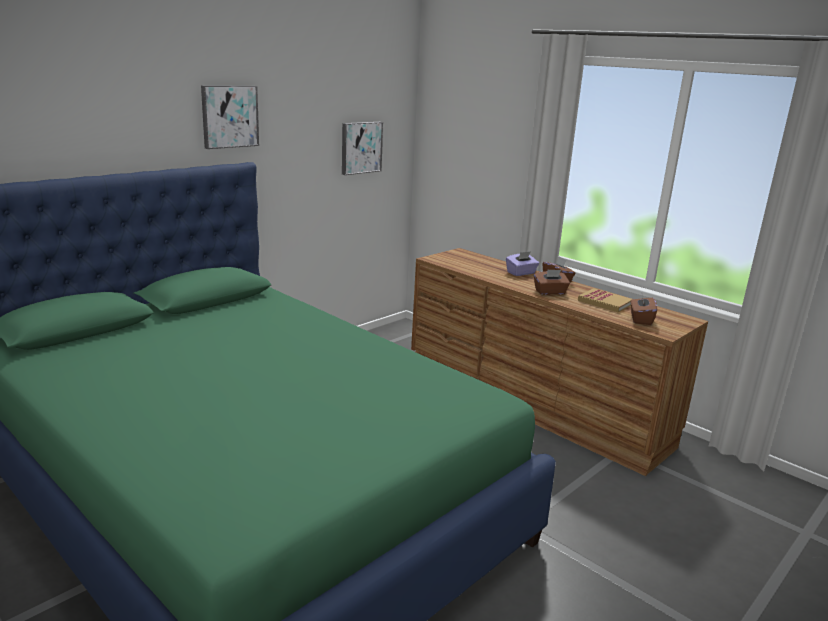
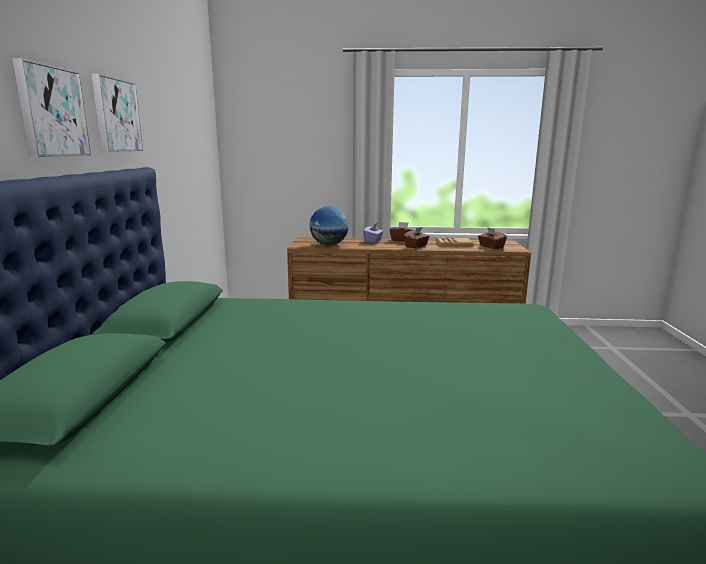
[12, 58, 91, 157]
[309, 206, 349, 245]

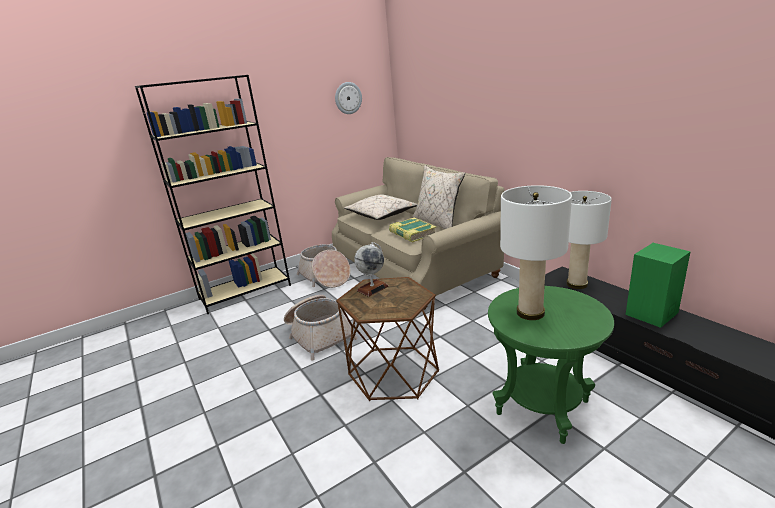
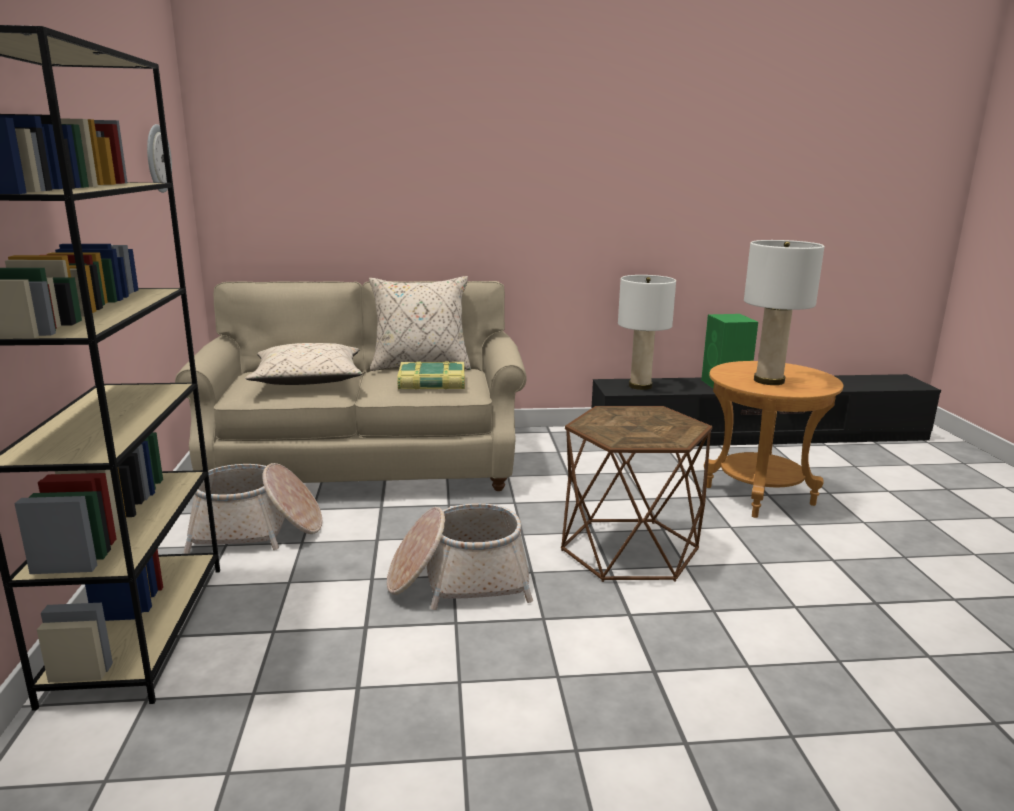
[704, 361, 843, 518]
[354, 242, 388, 297] (first image)

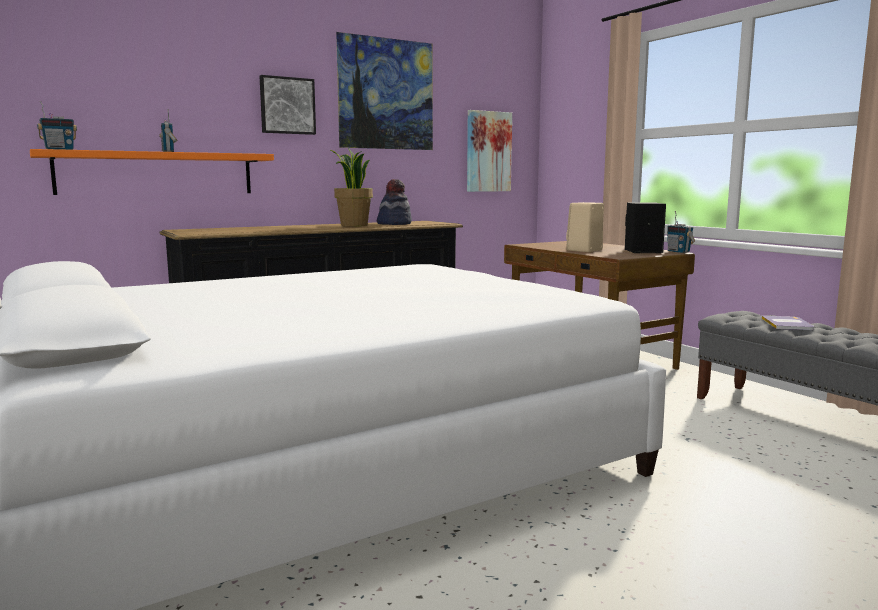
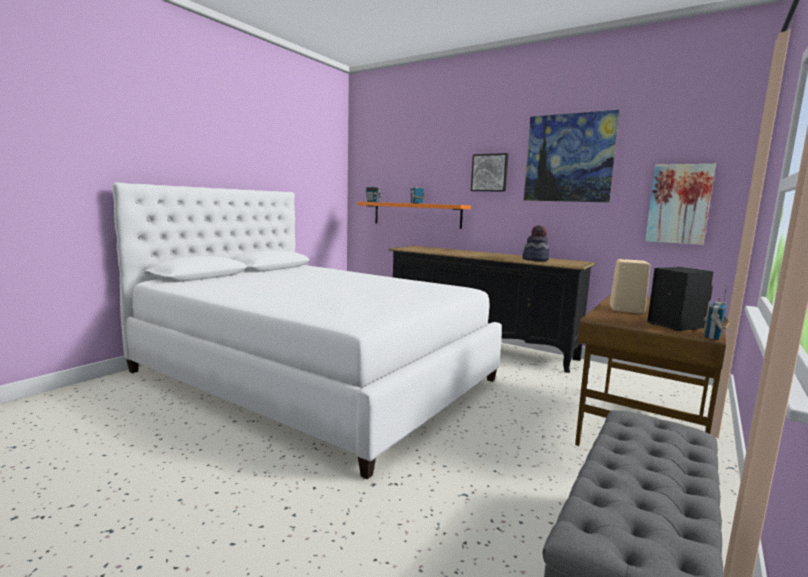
[331, 148, 373, 226] (first image)
[762, 316, 814, 330] (first image)

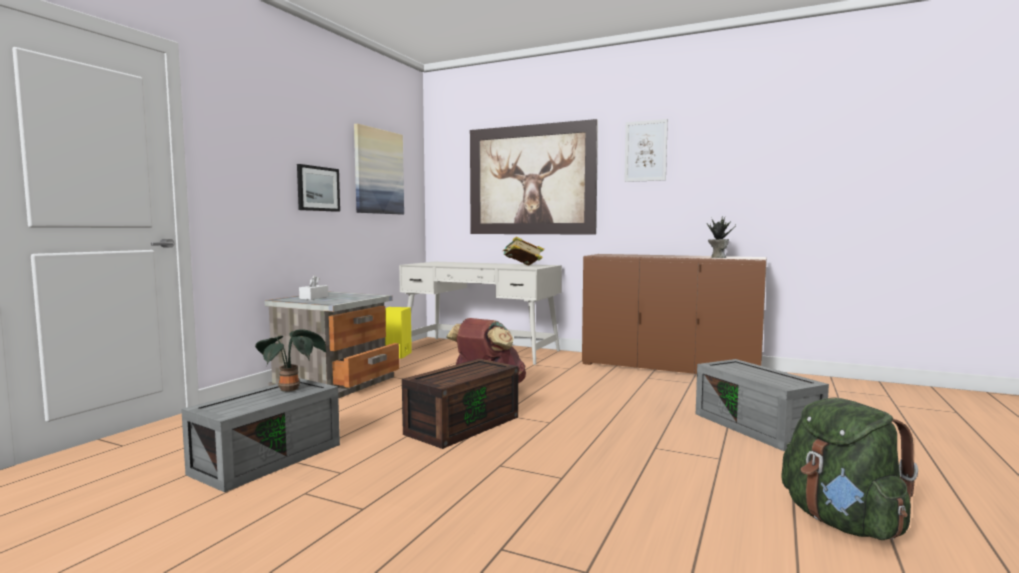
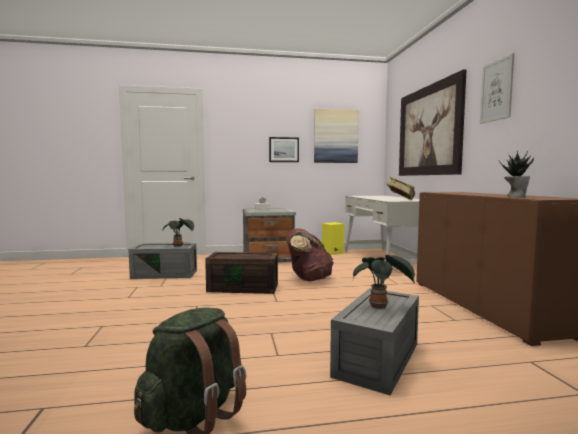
[353, 255, 415, 309]

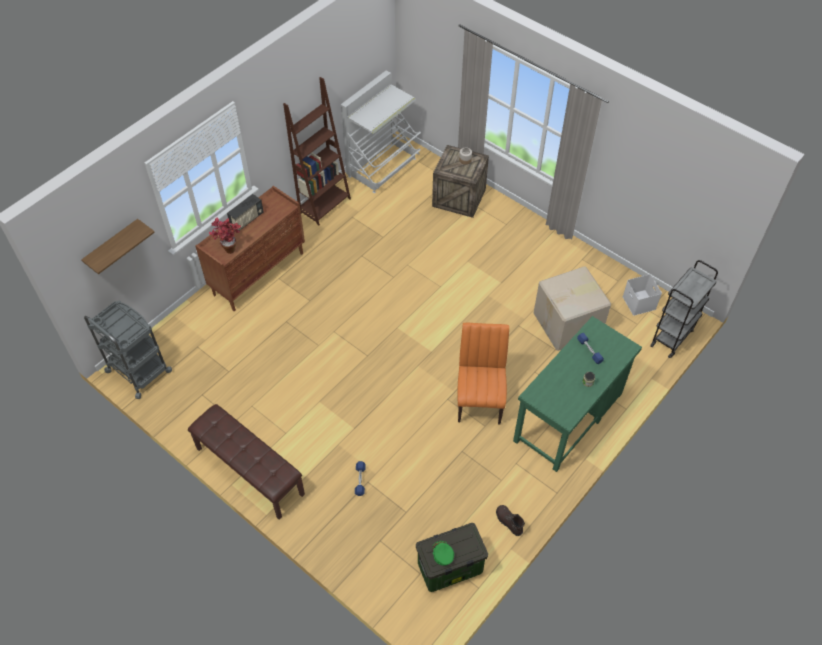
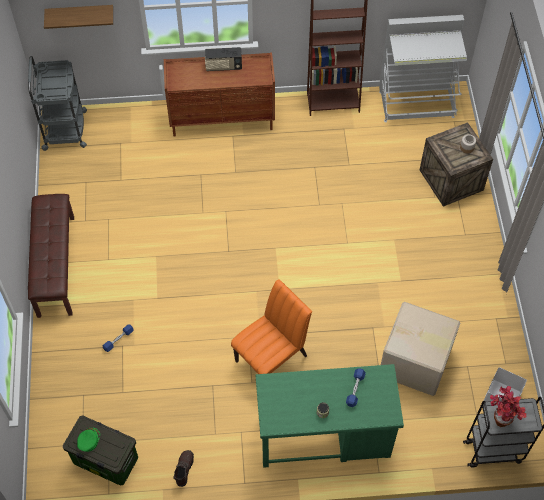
[490, 386, 526, 427]

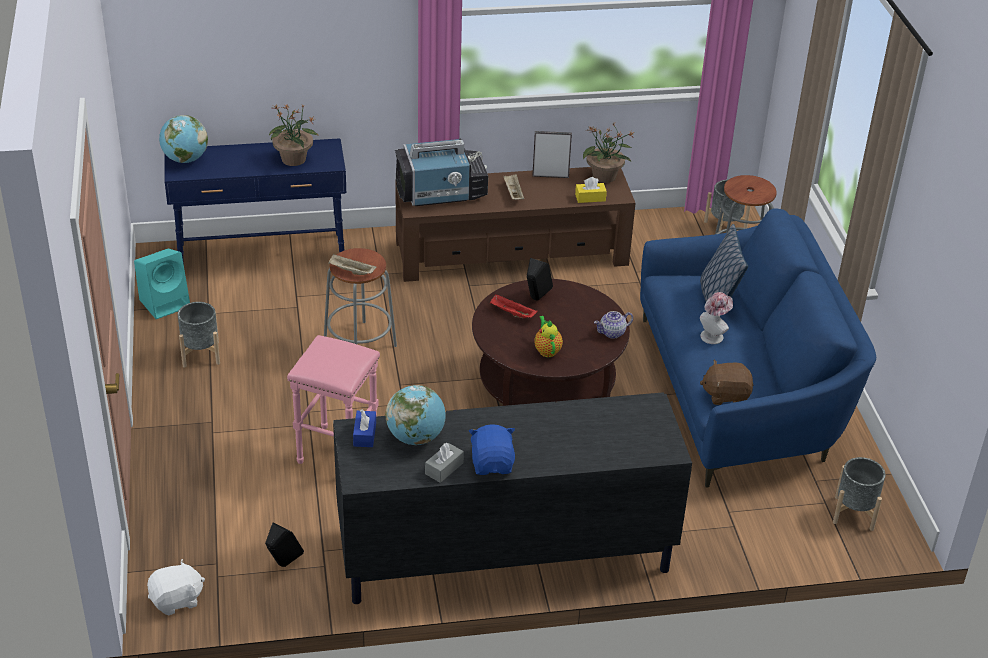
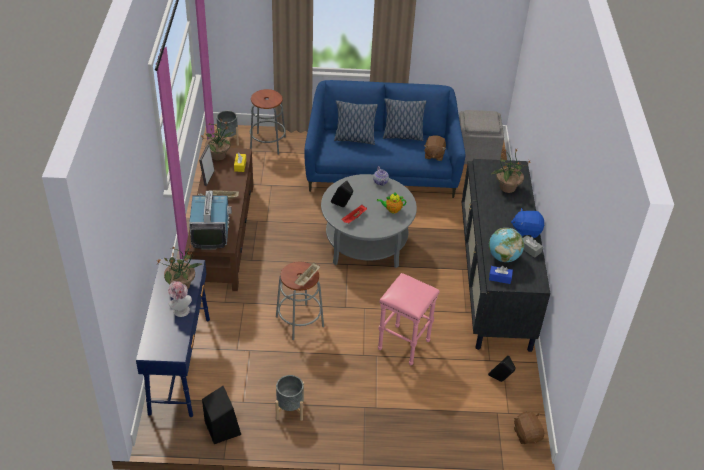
[168, 281, 192, 317]
[202, 386, 241, 444]
[321, 174, 417, 268]
[383, 98, 426, 141]
[459, 110, 504, 164]
[492, 150, 530, 193]
[514, 412, 544, 444]
[159, 115, 208, 163] (first image)

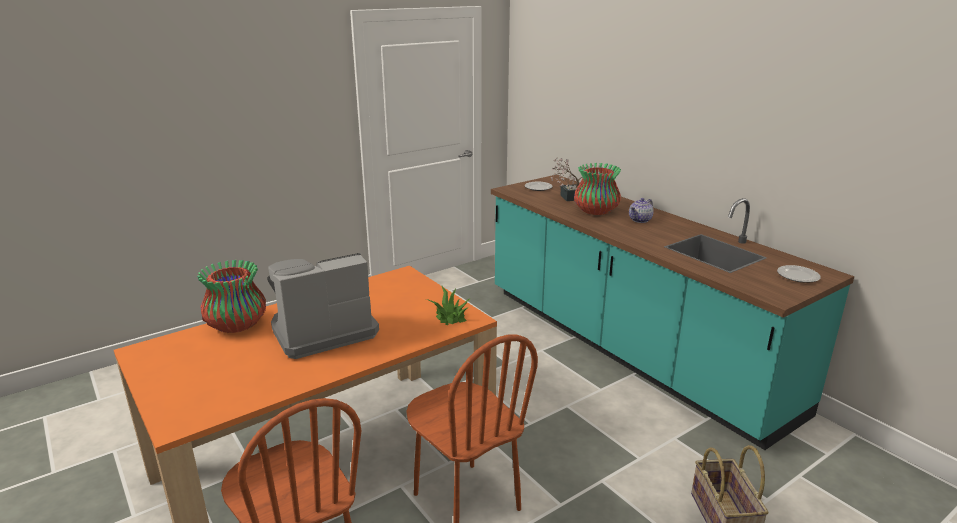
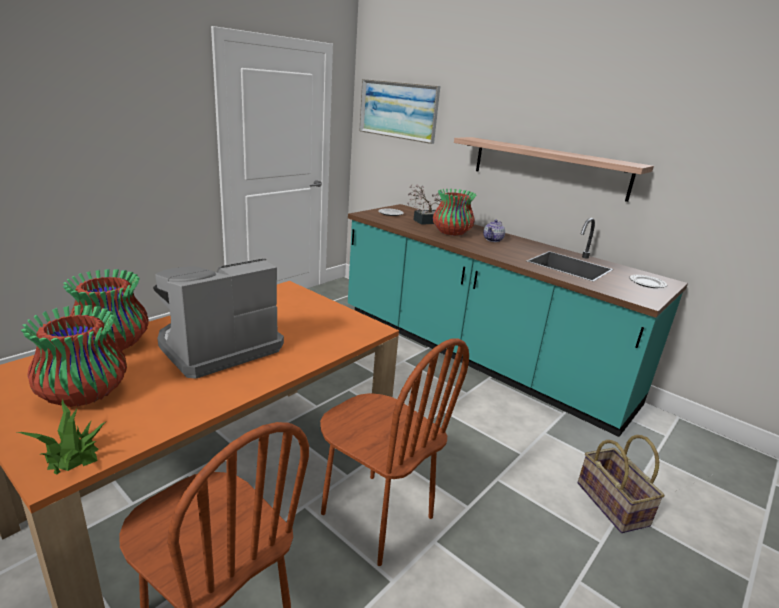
[17, 399, 105, 474]
[21, 305, 127, 407]
[359, 79, 440, 144]
[454, 137, 654, 202]

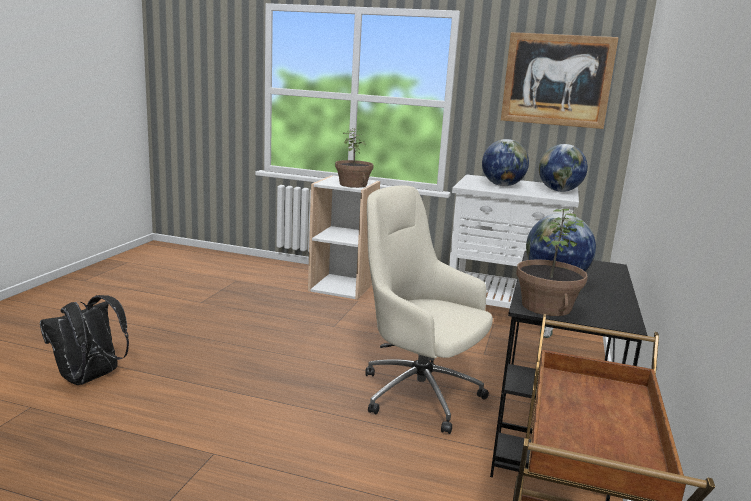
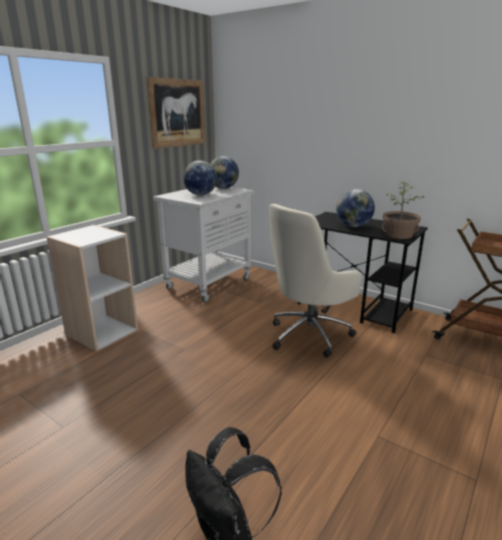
[335, 128, 373, 188] (first image)

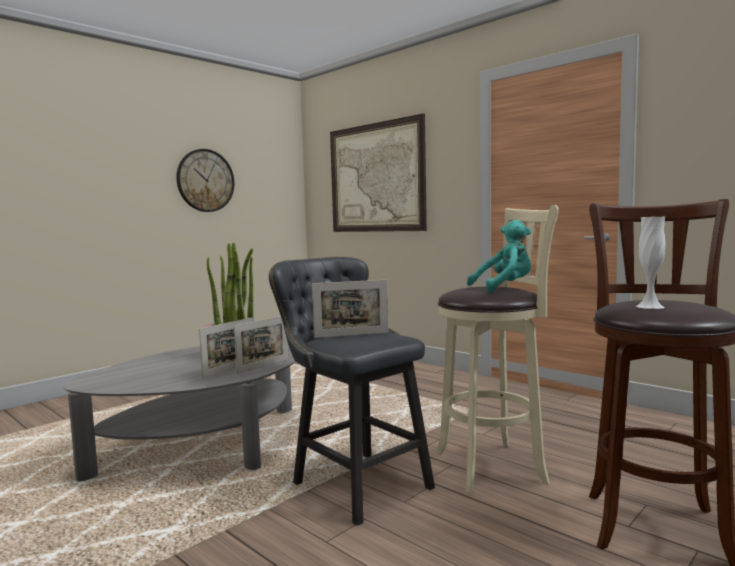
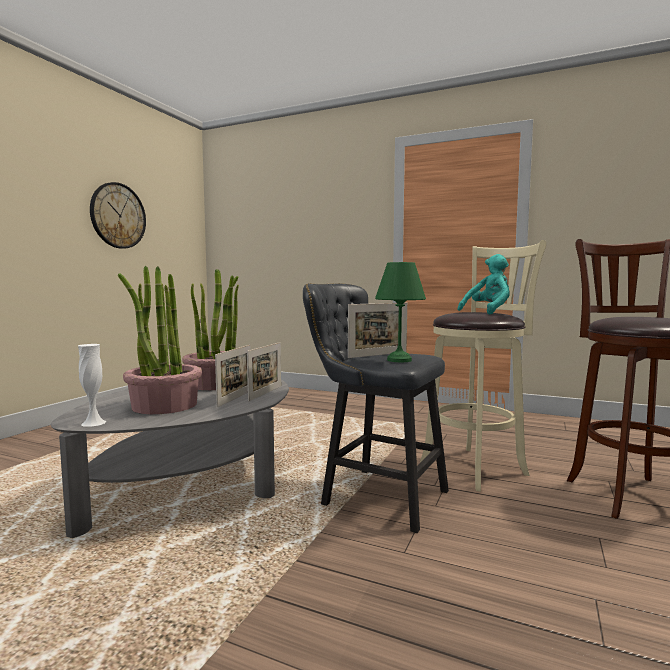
[78, 344, 106, 427]
[118, 266, 202, 414]
[375, 262, 426, 362]
[330, 114, 427, 232] (first image)

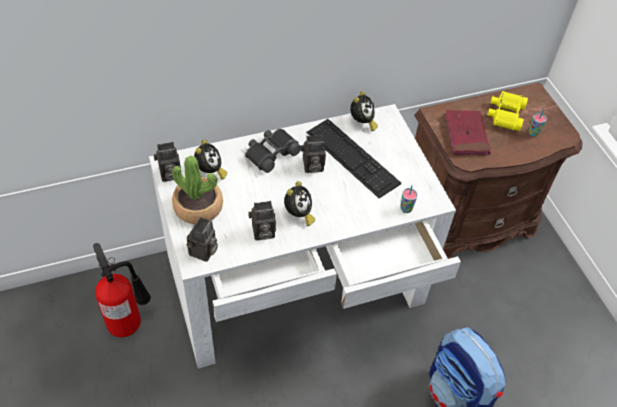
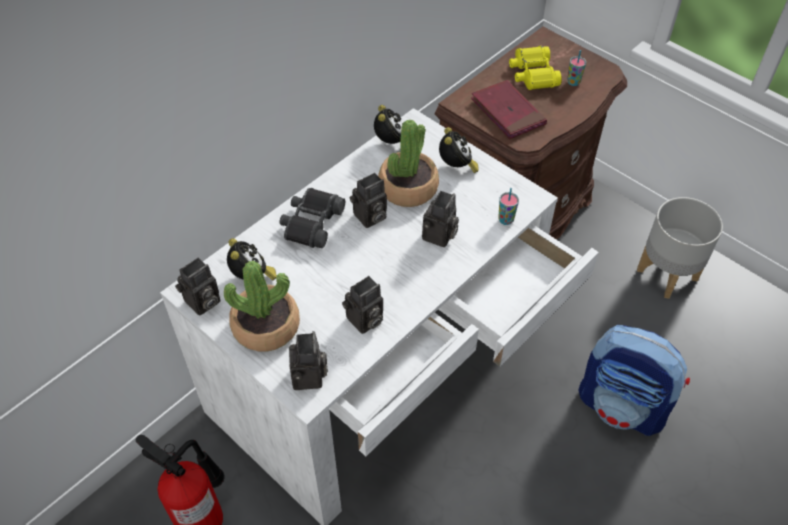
[378, 120, 439, 207]
[422, 191, 459, 247]
[439, 127, 479, 173]
[637, 197, 723, 299]

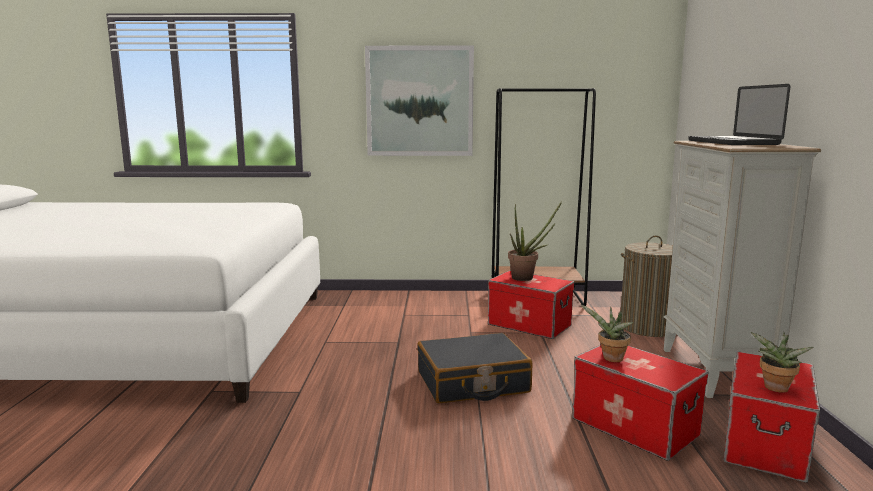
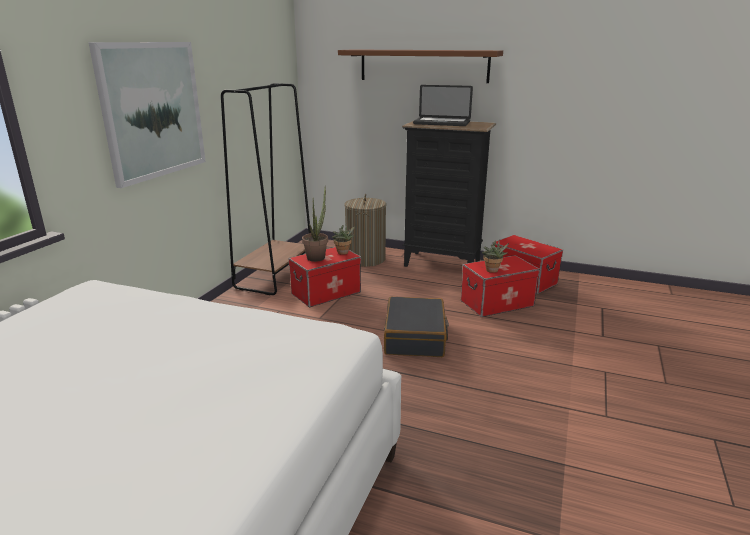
[332, 225, 355, 255]
[338, 49, 503, 83]
[402, 121, 496, 267]

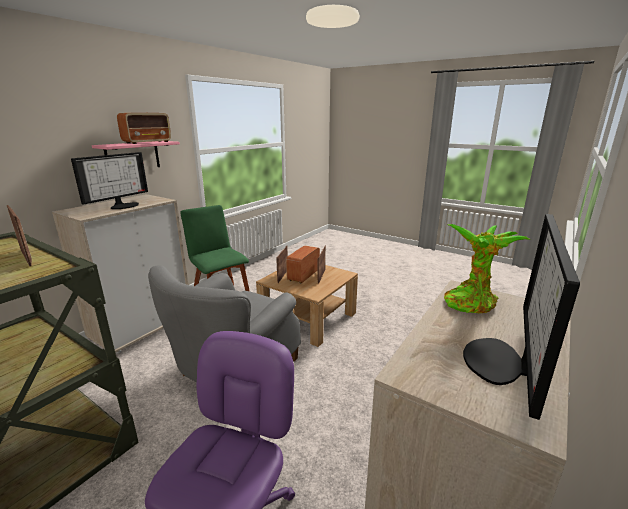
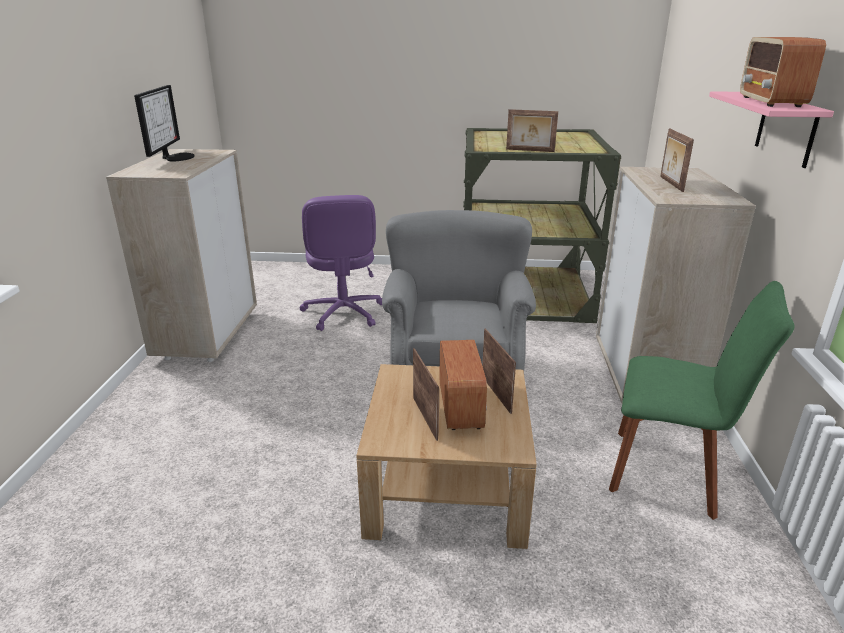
[660, 129, 694, 192]
[444, 224, 531, 313] (first image)

